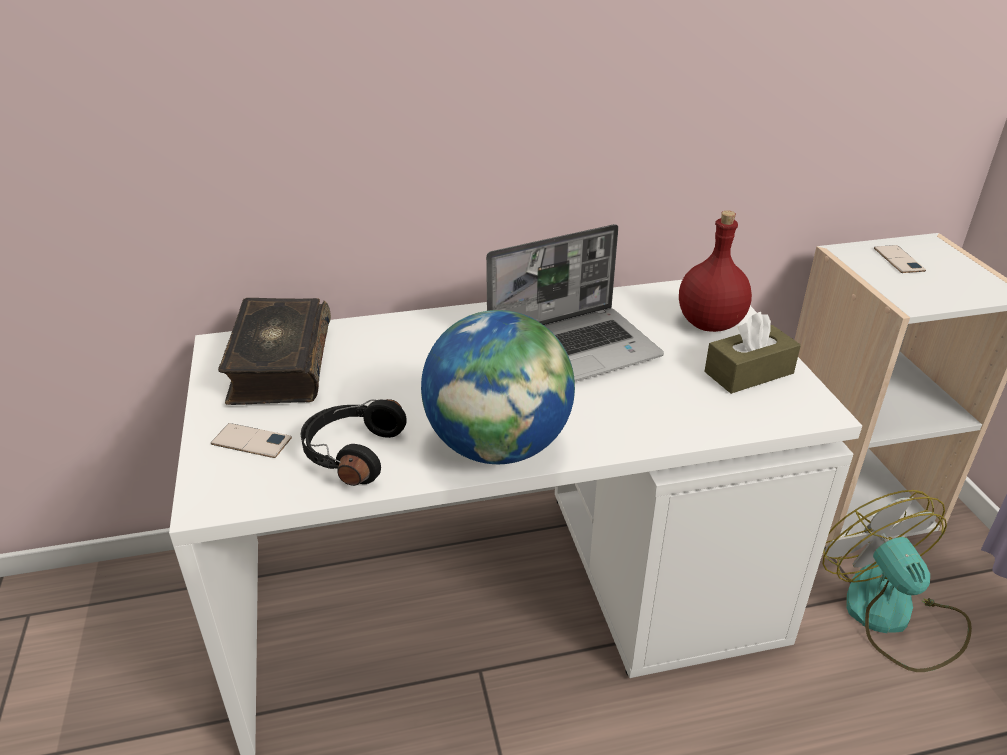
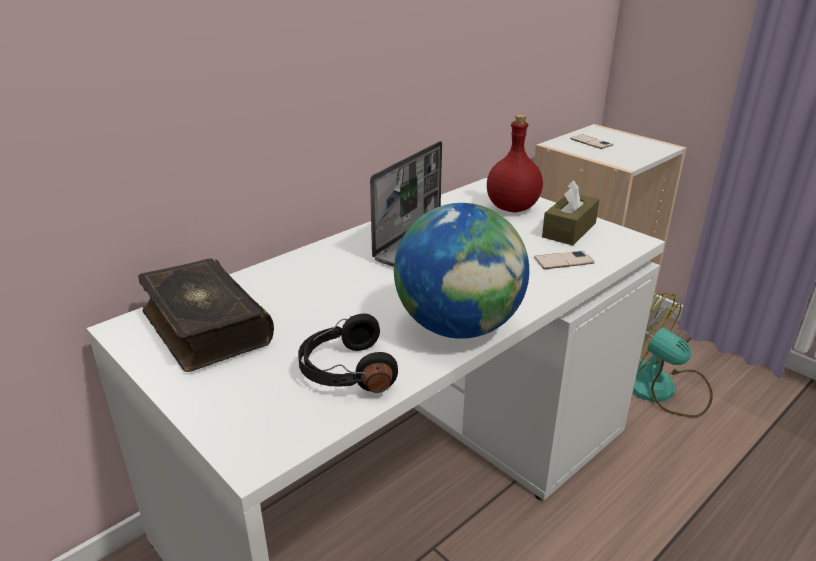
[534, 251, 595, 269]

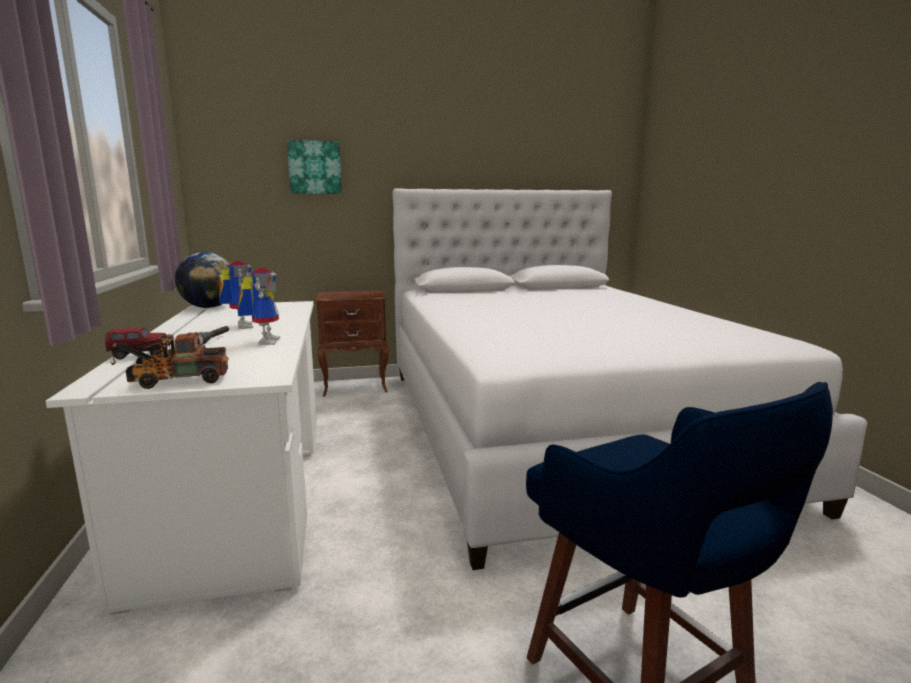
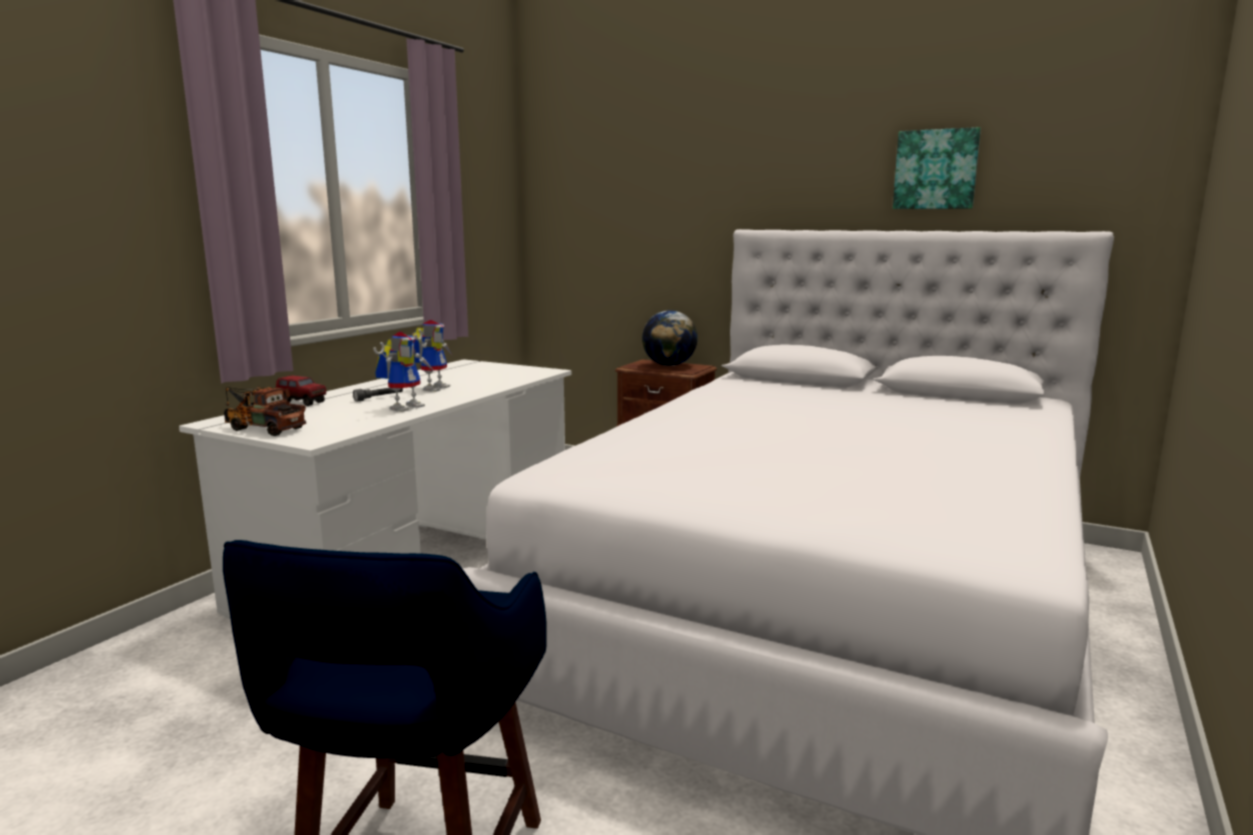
[642, 310, 698, 366]
[893, 127, 981, 209]

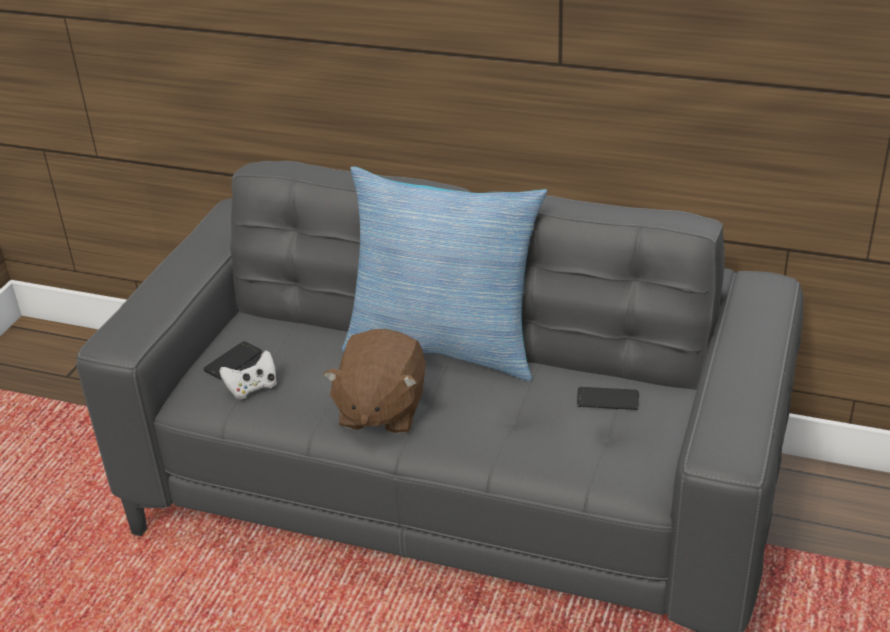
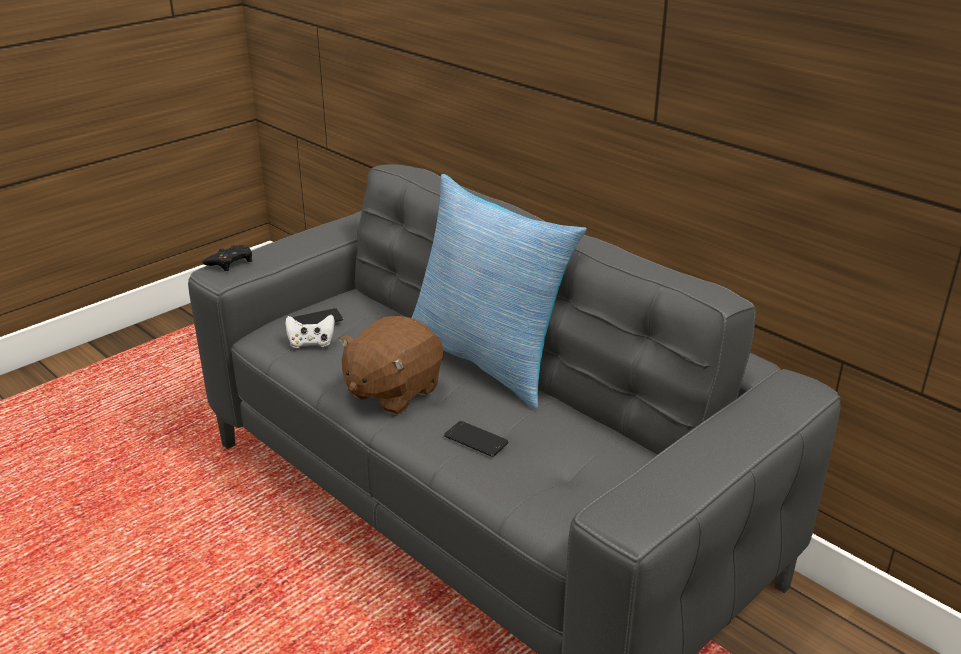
[202, 245, 252, 271]
[444, 421, 508, 457]

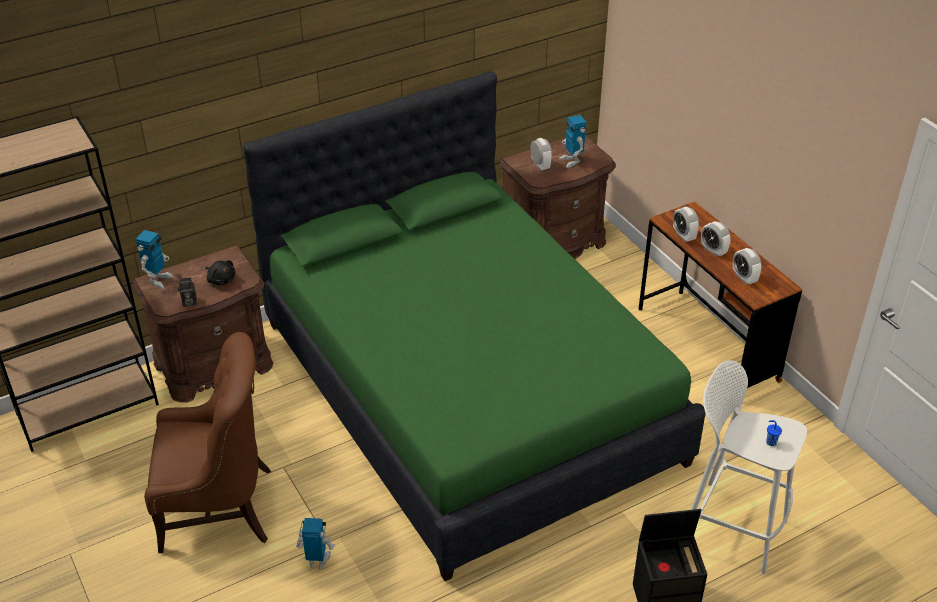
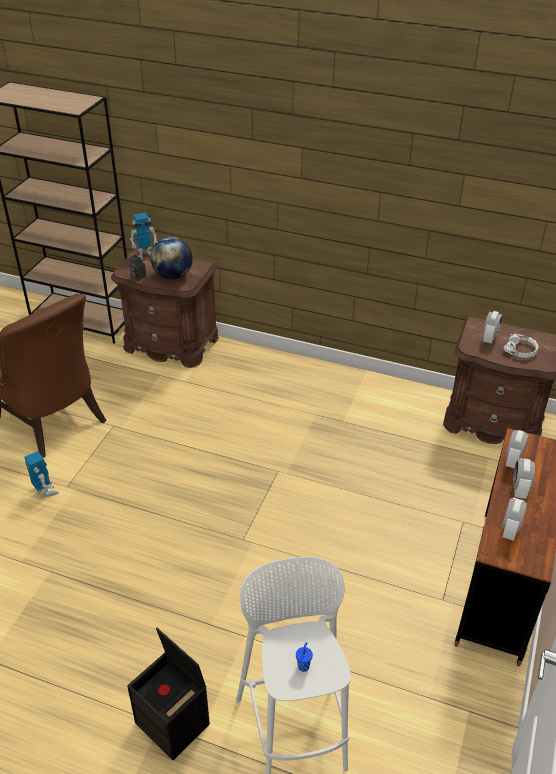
[151, 237, 193, 280]
[504, 334, 538, 358]
[243, 71, 706, 581] (first image)

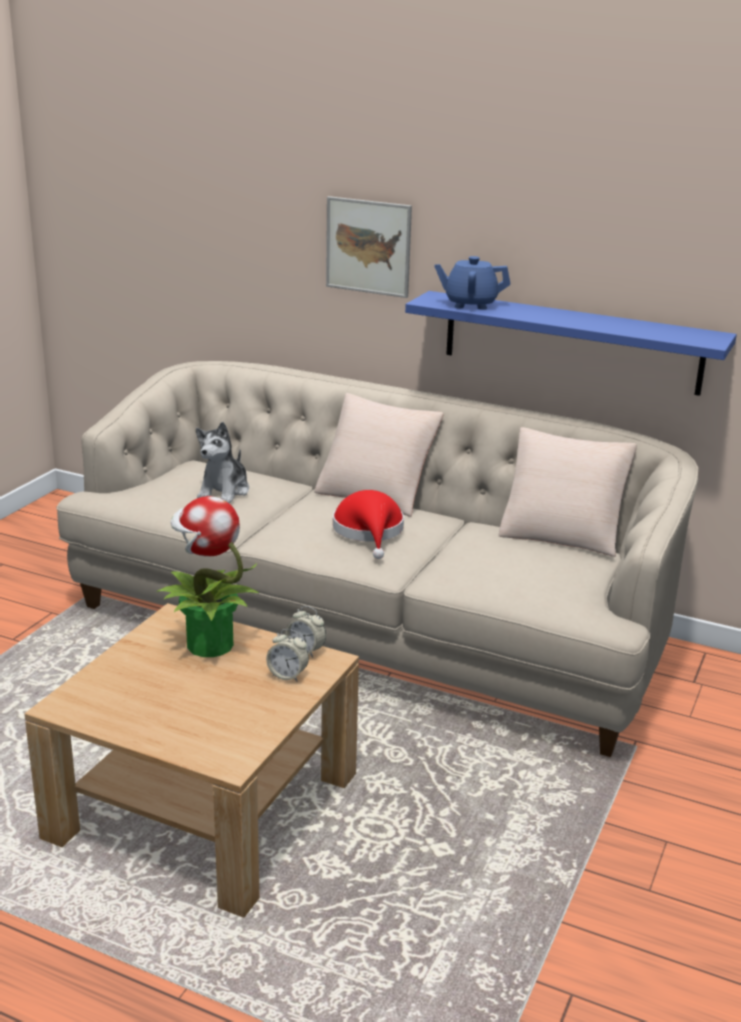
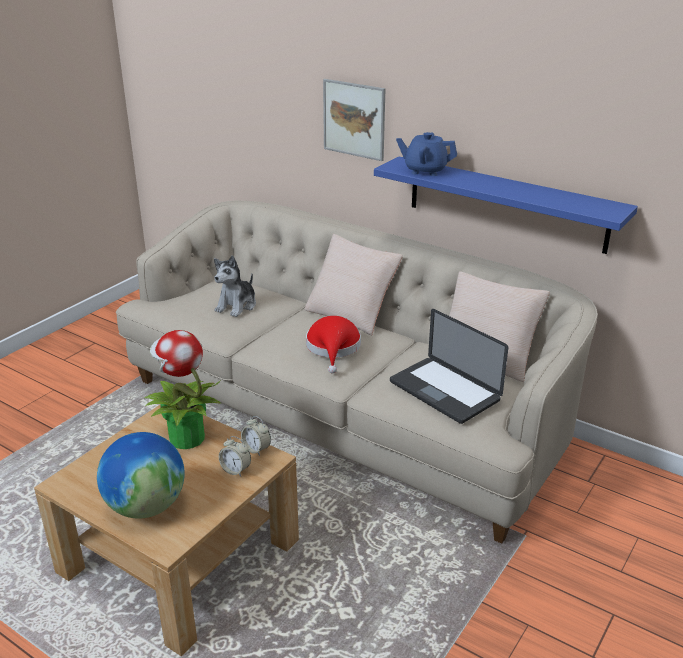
[97, 432, 185, 519]
[390, 309, 508, 424]

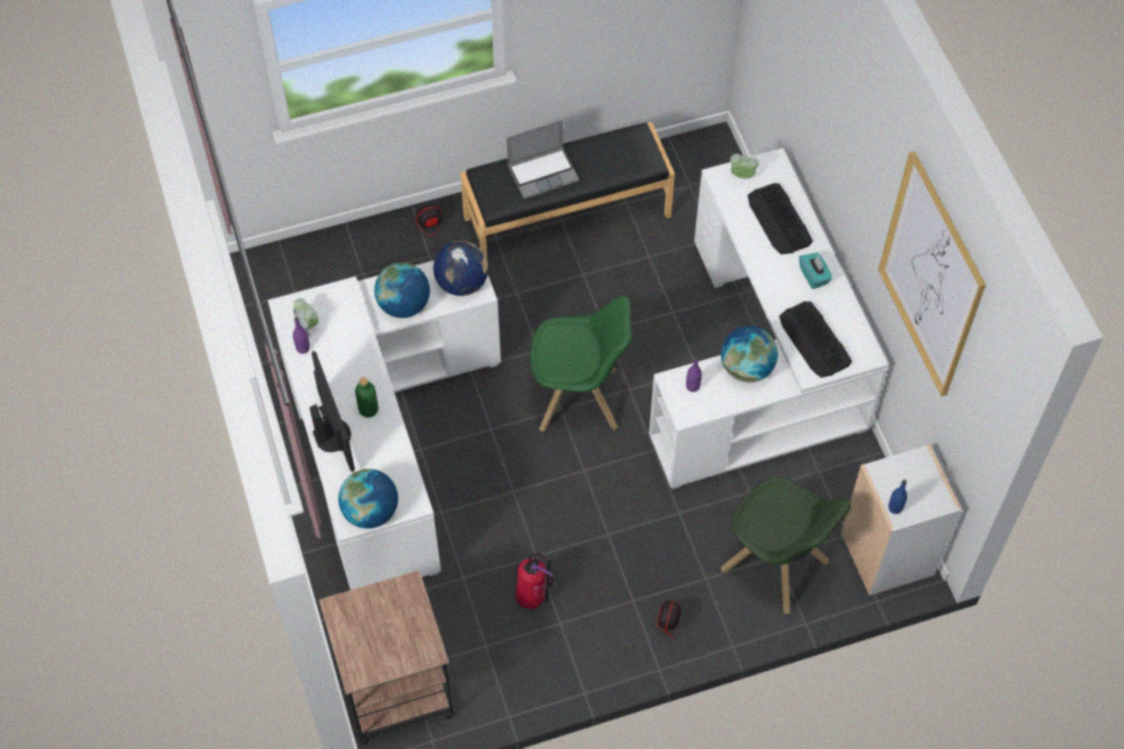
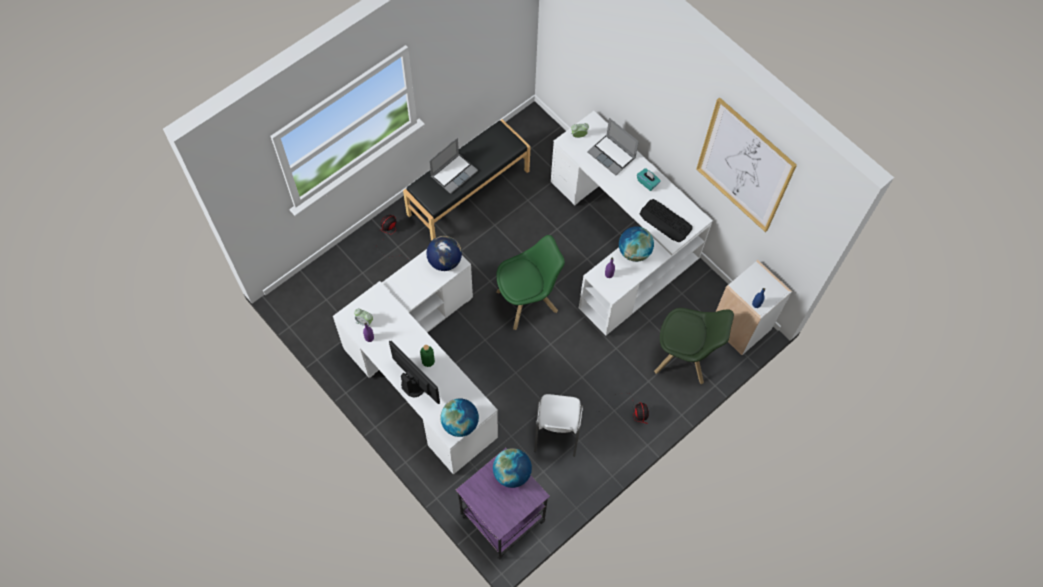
[456, 448, 550, 560]
[493, 448, 532, 488]
[534, 394, 583, 457]
[587, 118, 639, 175]

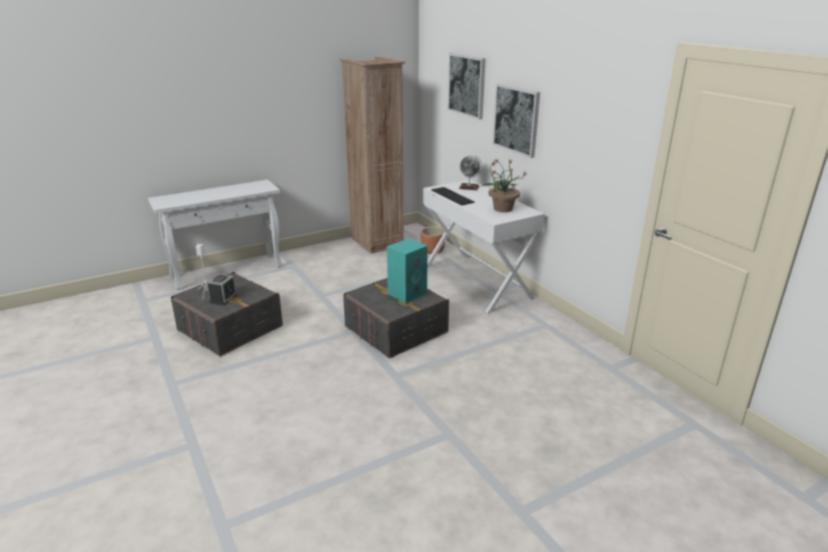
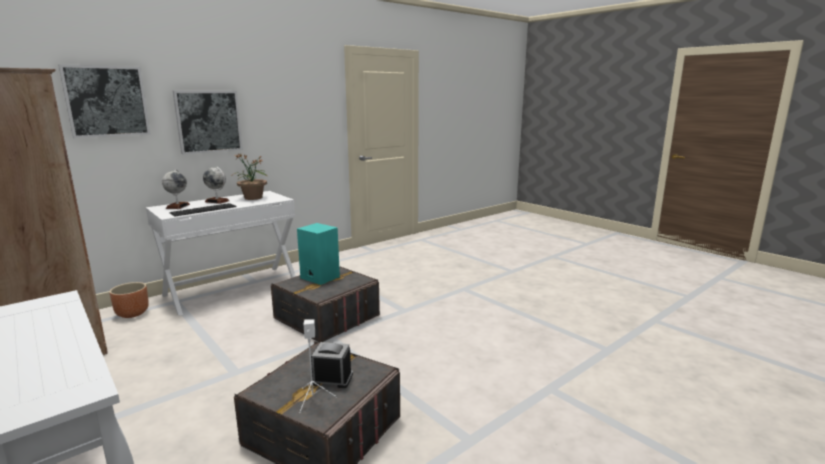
[203, 167, 229, 204]

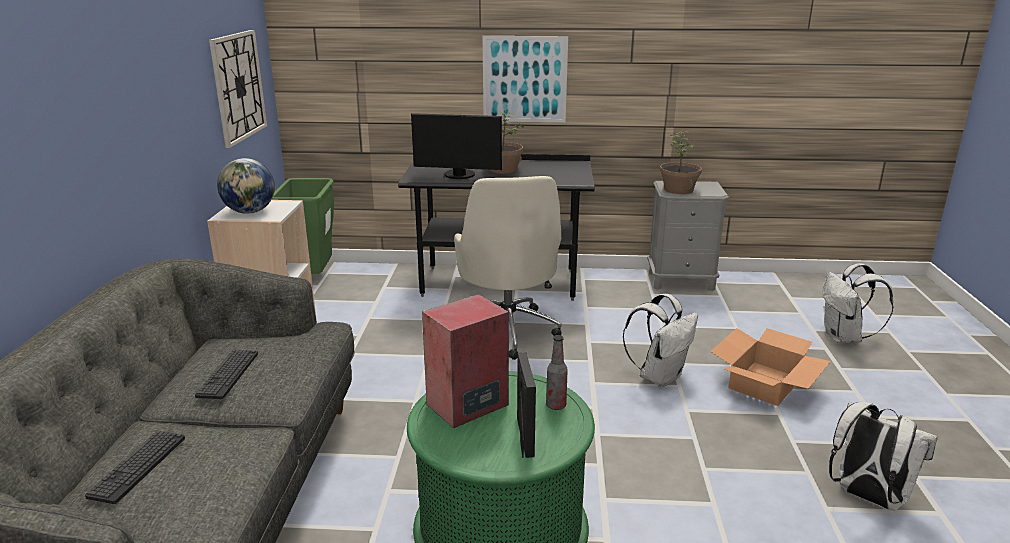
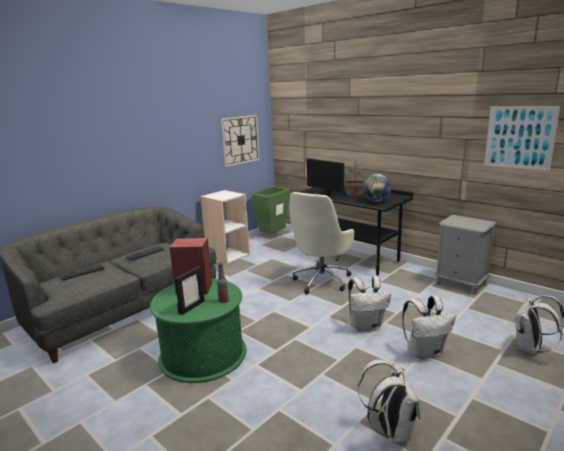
[363, 174, 391, 202]
[402, 296, 456, 359]
[484, 106, 560, 171]
[660, 131, 702, 194] (first image)

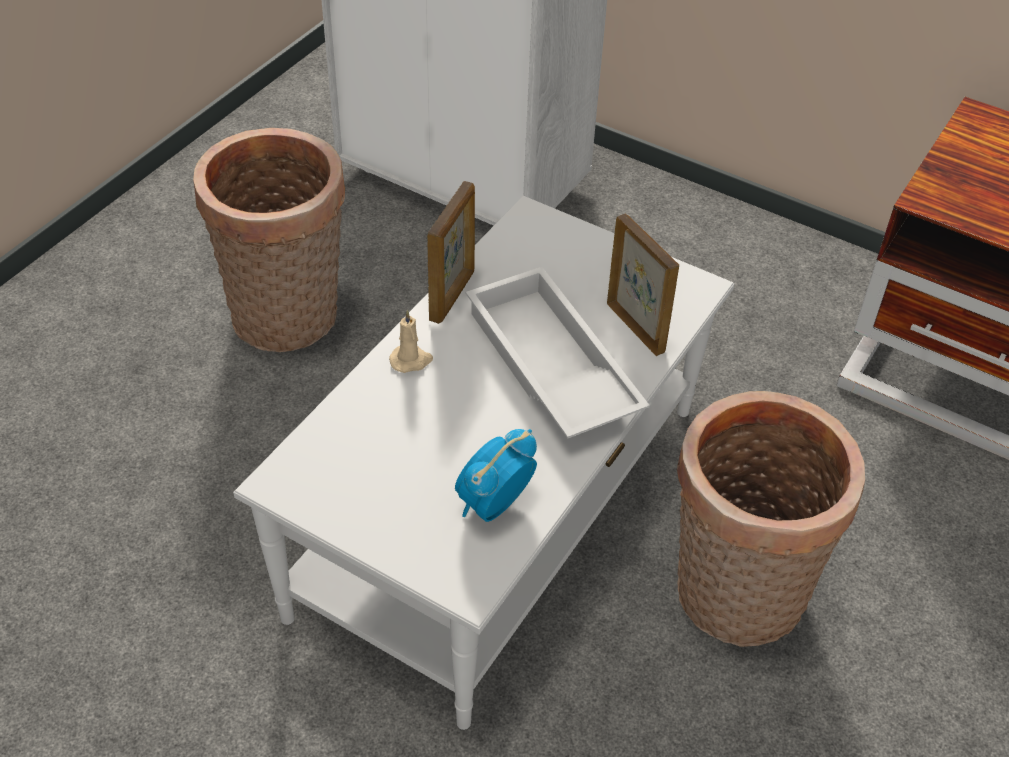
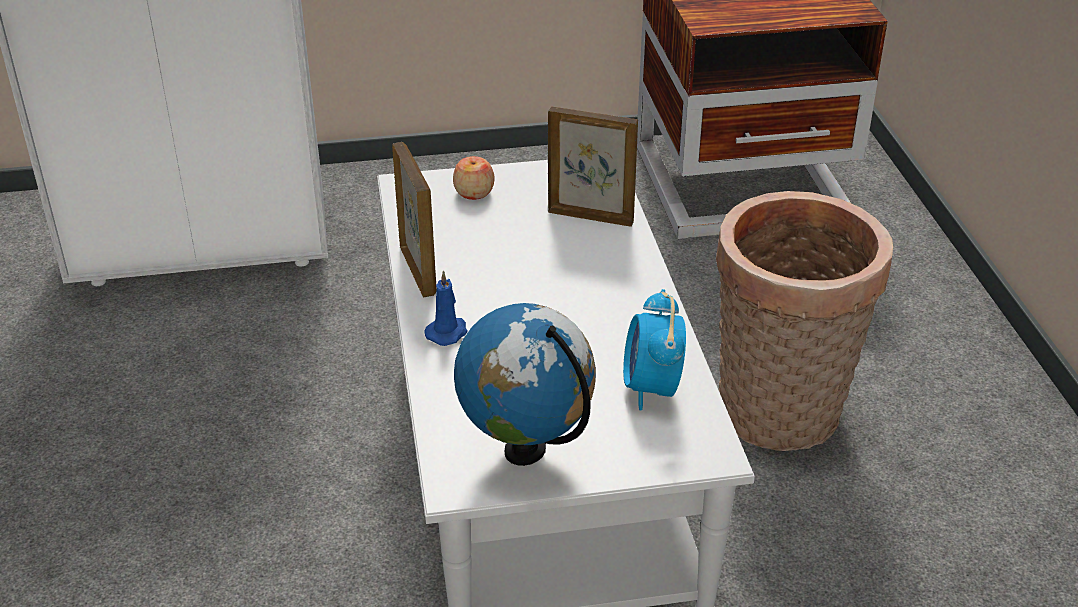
[424, 270, 468, 346]
[453, 156, 495, 200]
[454, 303, 596, 466]
[193, 128, 345, 352] (first image)
[466, 267, 650, 439] (first image)

